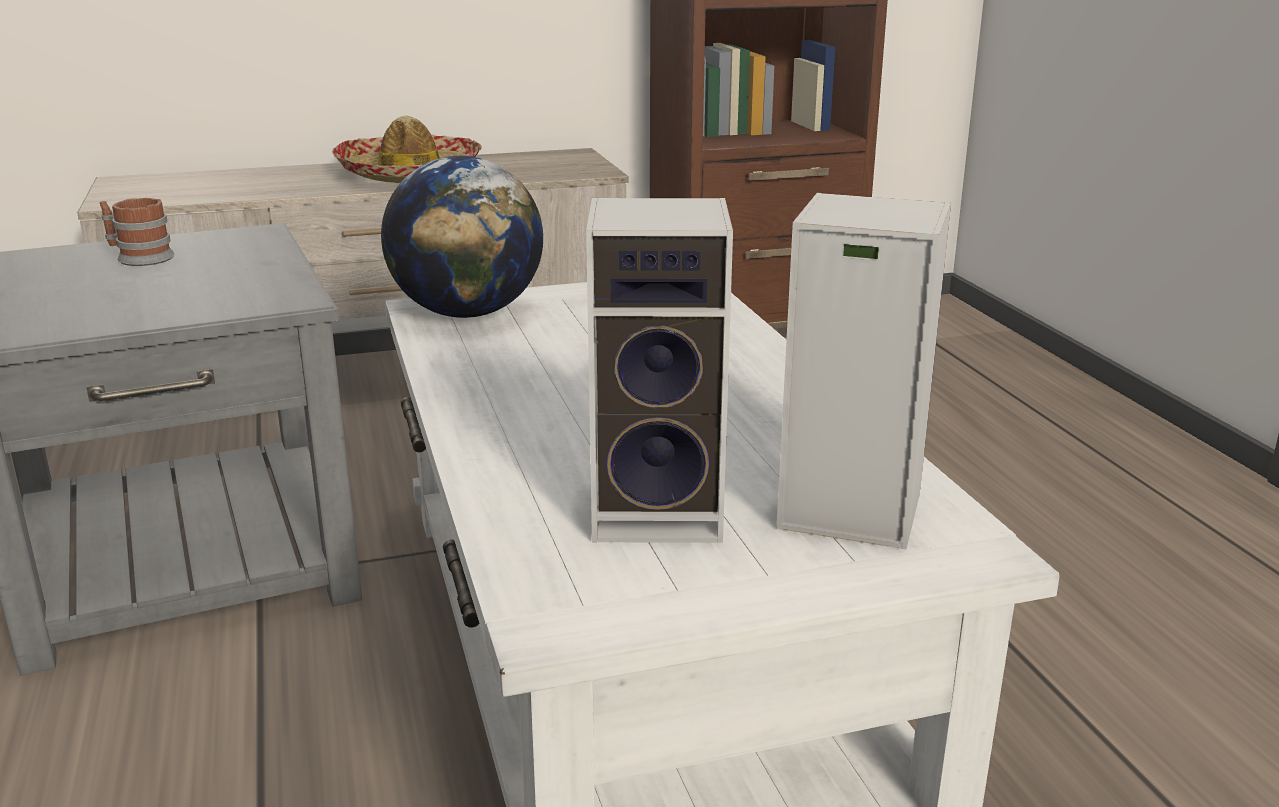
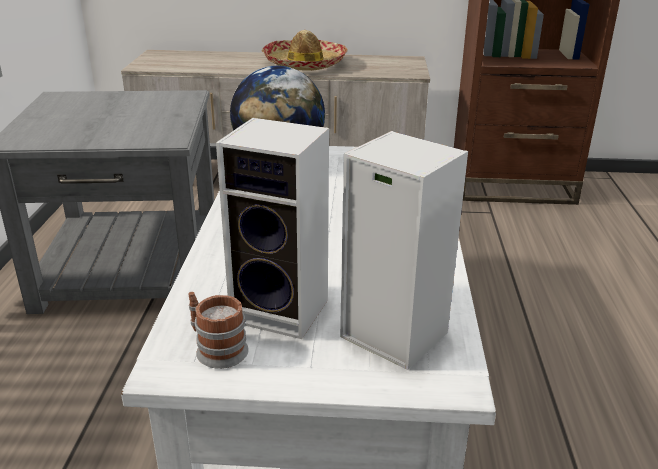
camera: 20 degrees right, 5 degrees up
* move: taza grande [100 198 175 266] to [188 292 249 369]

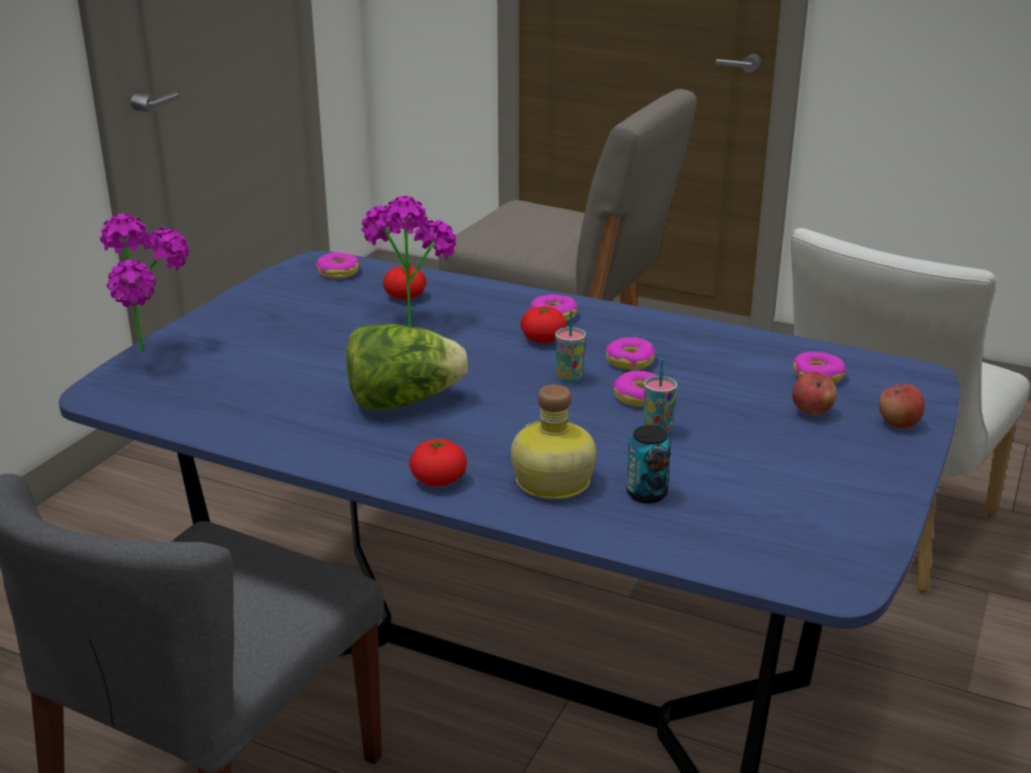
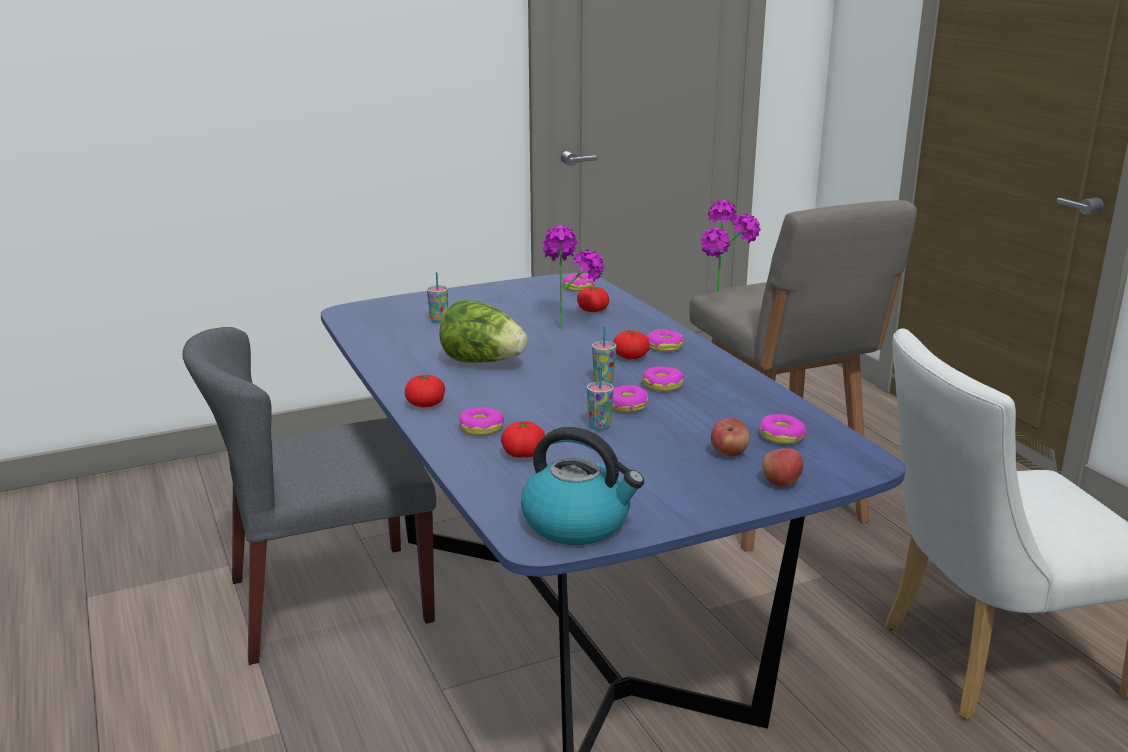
camera: 40 degrees right, 5 degrees down
* insert: taza [427 272 448 324]
* replace: botella [511 385 597 500] to rosquilla [459 407 504 436]
* replace: lata [627 425 671 503] to tomate [501 421 545 458]
* insert: hervidor [521 427 644 545]
* move: planta en maceta [100 213 189 352] to [701 200 760 292]

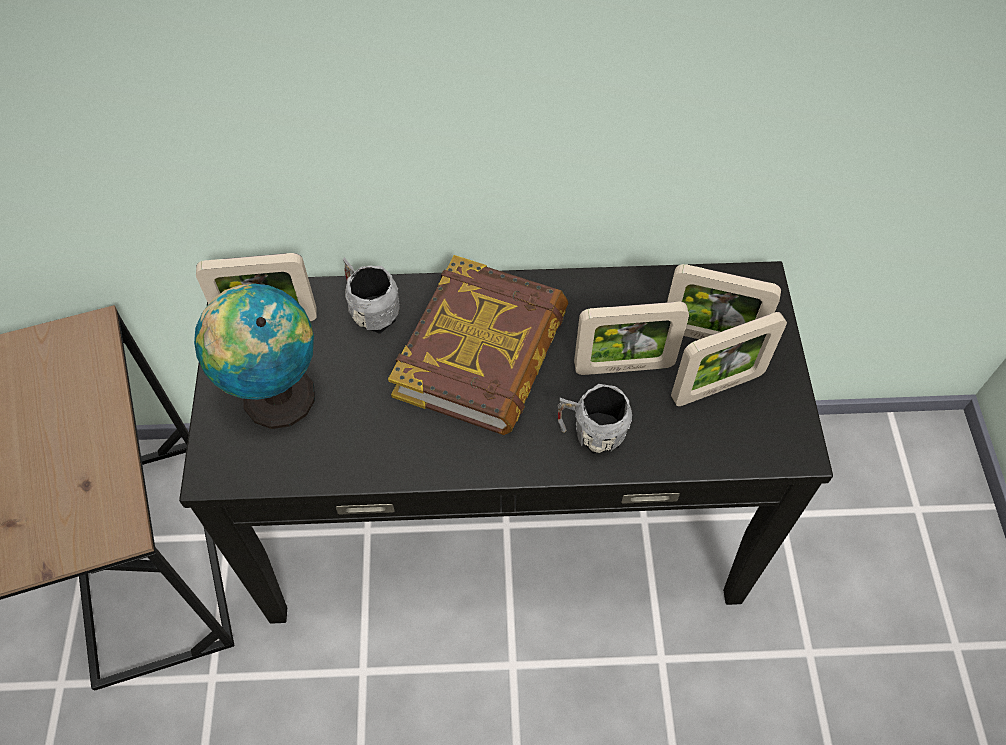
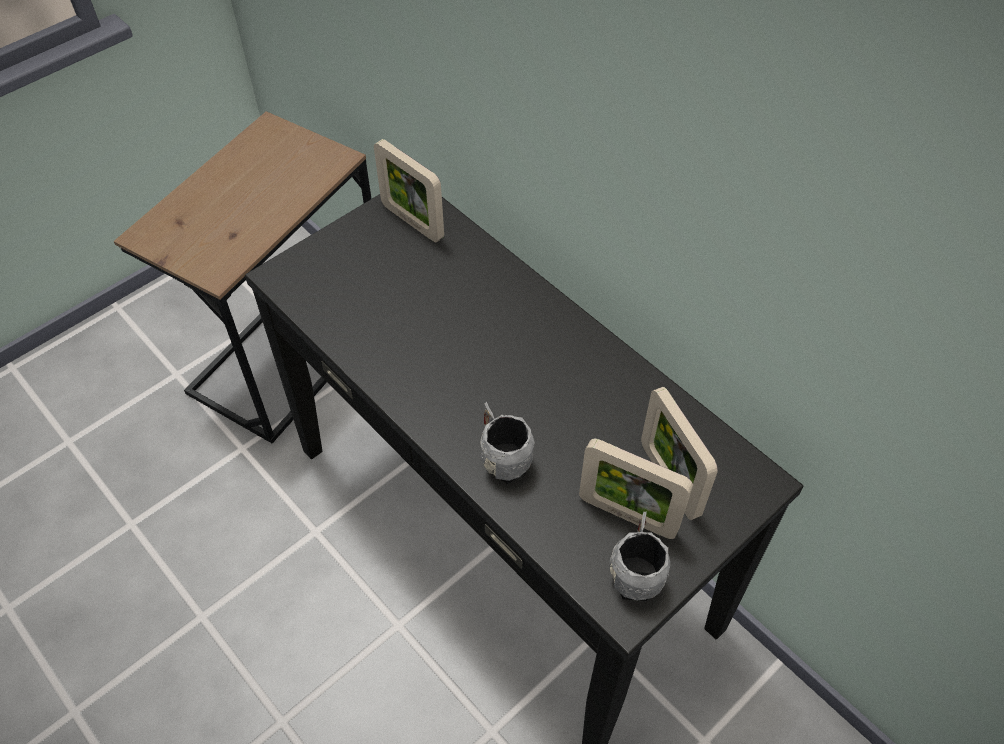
camera: 50 degrees right, 5 degrees down
* move: taza grande [gris] [343 257 400 334] to [608 512 670 601]
* delete: globo terráqueo [194 283 315 429]
* delete: libro [388 255 568 435]
* delete: portarretratos [574 302 689 375]

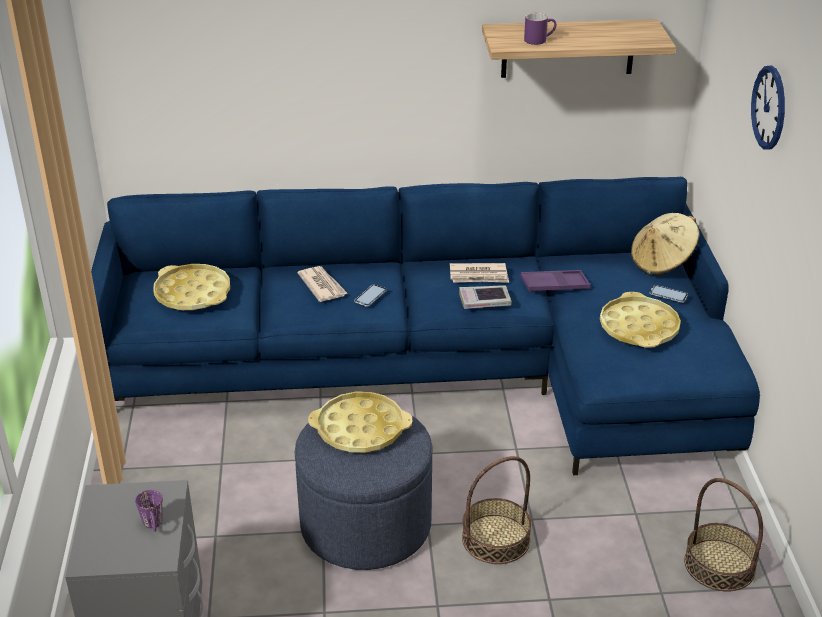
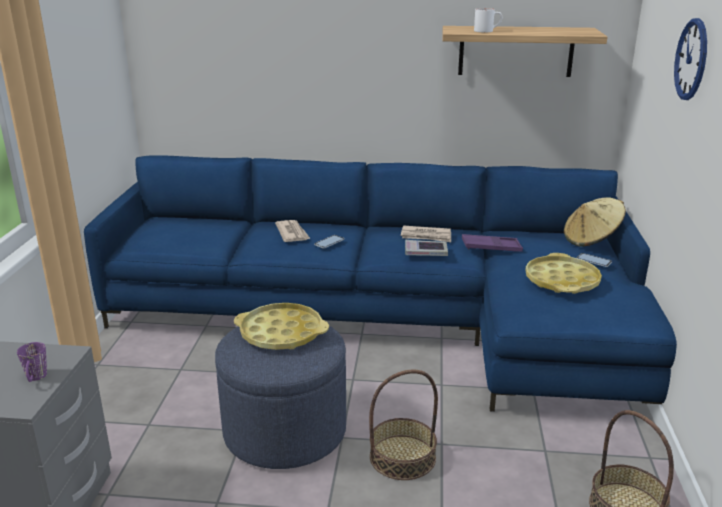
camera: 10 degrees right, 10 degrees down
* recolor: taza grande [morado] [524 13 556 45] to taza grande [blanco] [474 8 502 32]
* delete: bandeja [amarillo] [153 264 230 311]

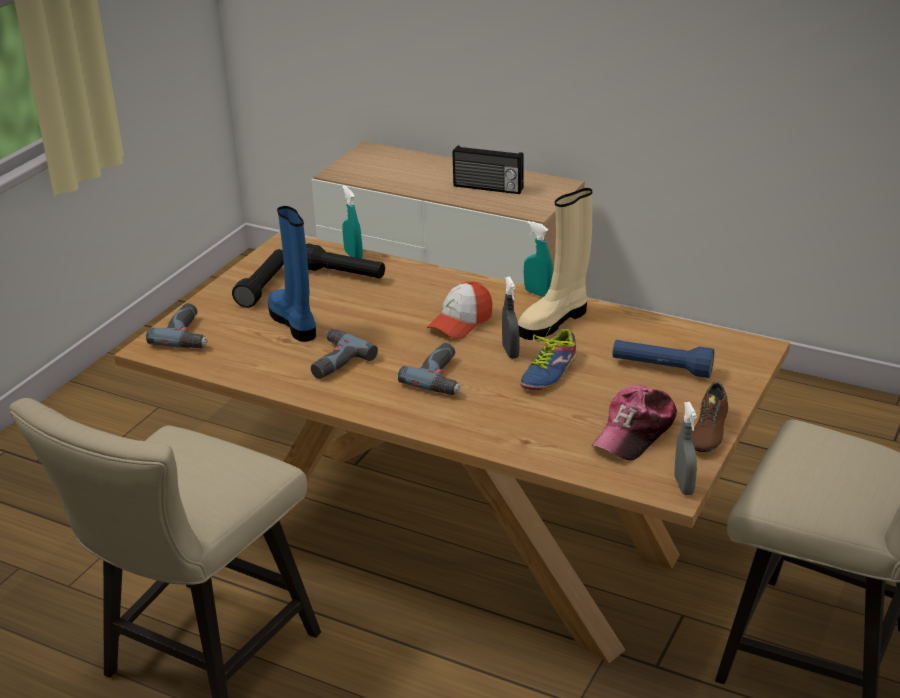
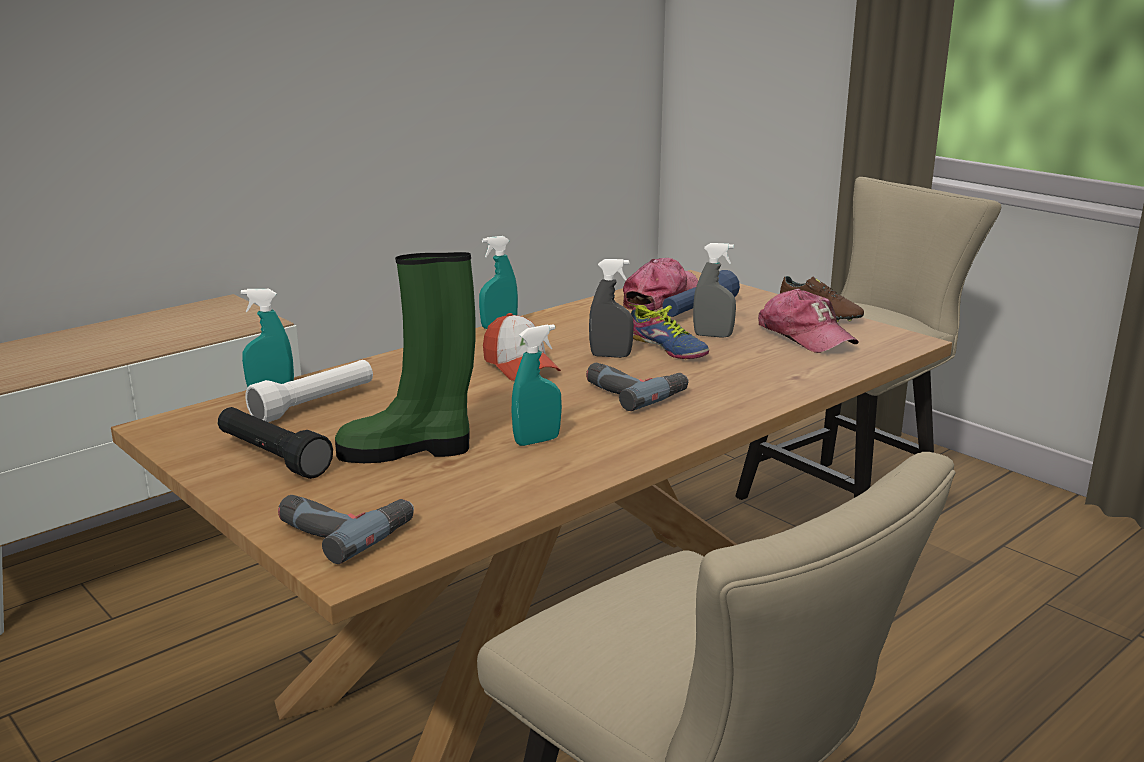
camera: 70 degrees left, 10 degrees down
* recolor: linterna [negro] [306 243 385 279] to linterna [blanco] [246 360 373 422]
* recolor: bota [azul] [268 206 316 342] to bota [verde] [335 252 475 463]
* replace: taladro [311 328 378 379] to pulverizador [turquesa] [512 324 562 446]
* insert: gorra [623 258 698 311]
* move: pulverizador [gris] [675 402 697 495] to [693 243 736 338]
* delete: radio [453 145 524 194]
* delete: bota [beis] [518 188 592 340]

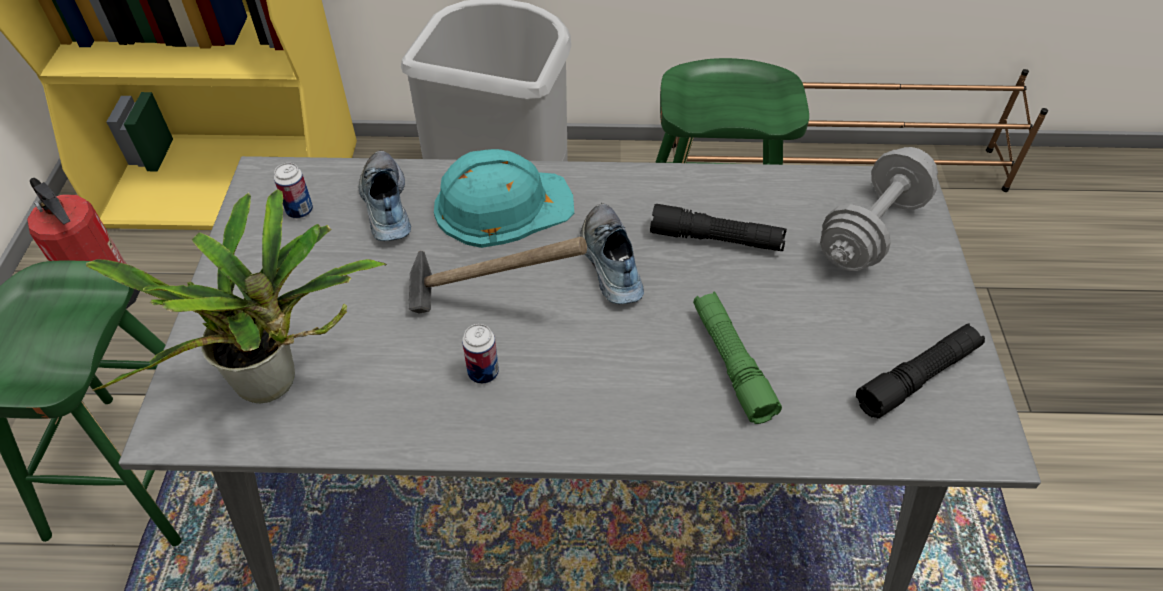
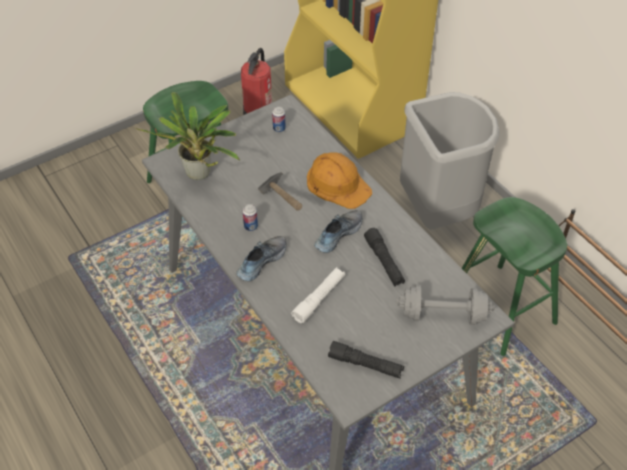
camera: 55 degrees right, 0 degrees up
* move: zapato [359 150 411 241] to [236 236 286 281]
* recolor: linterna [verde] [693 292 782 424] to linterna [blanco] [291 267 345 323]
* recolor: casco [turquesa] [434 149 574 248] to casco [naranja] [307 152 372 209]

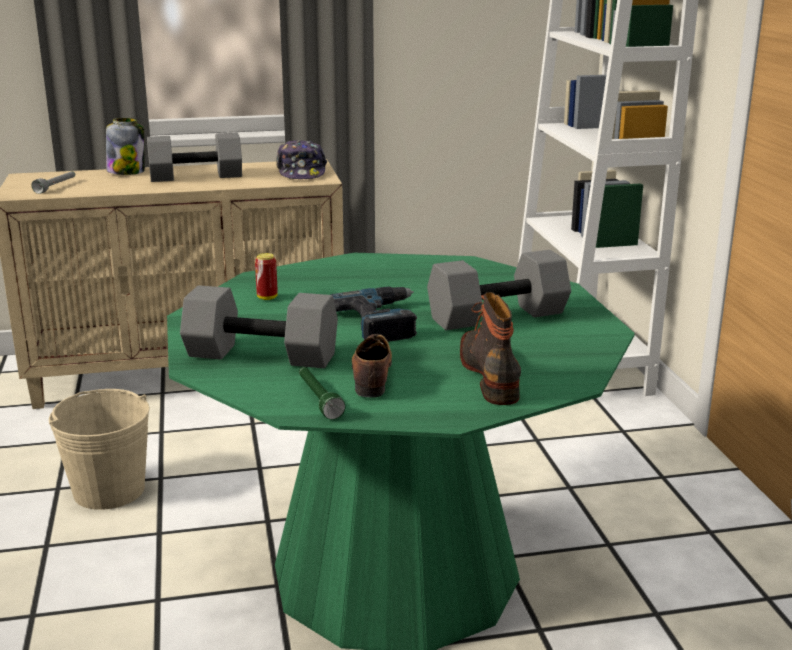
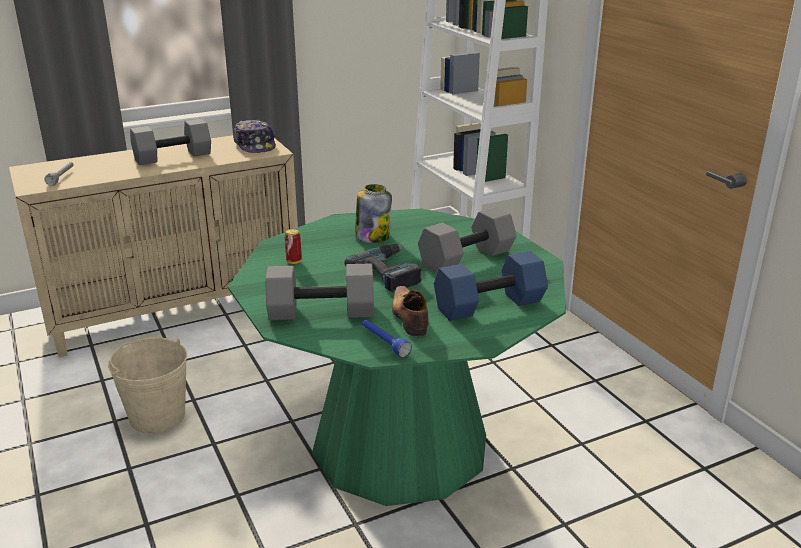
camera: 15 degrees left, 5 degrees up
* move: tarro [106 118 145 175] to [355 184 392 243]
* recolor: linterna [verde] [299 367 346 419] to linterna [azul] [362 319 412 357]
* replace: bota [460 292 521 405] to mancuerna [azul] [434 251 548 321]

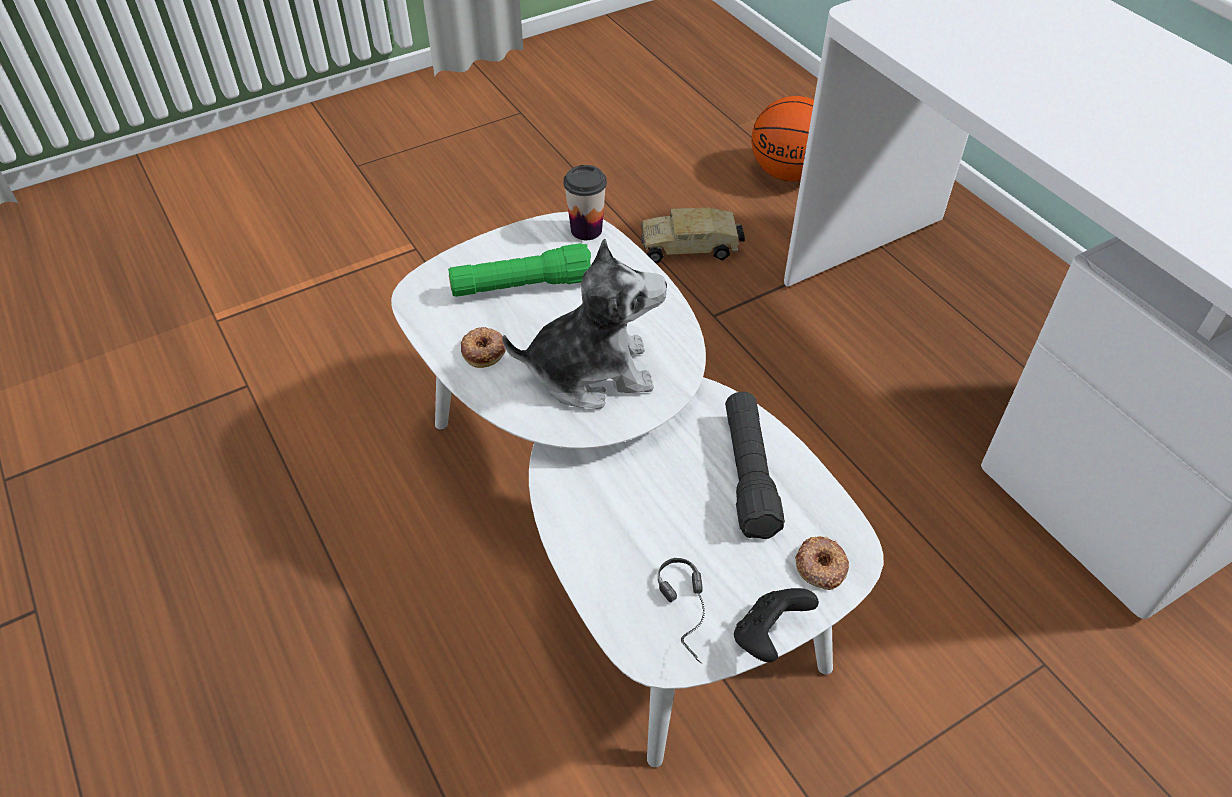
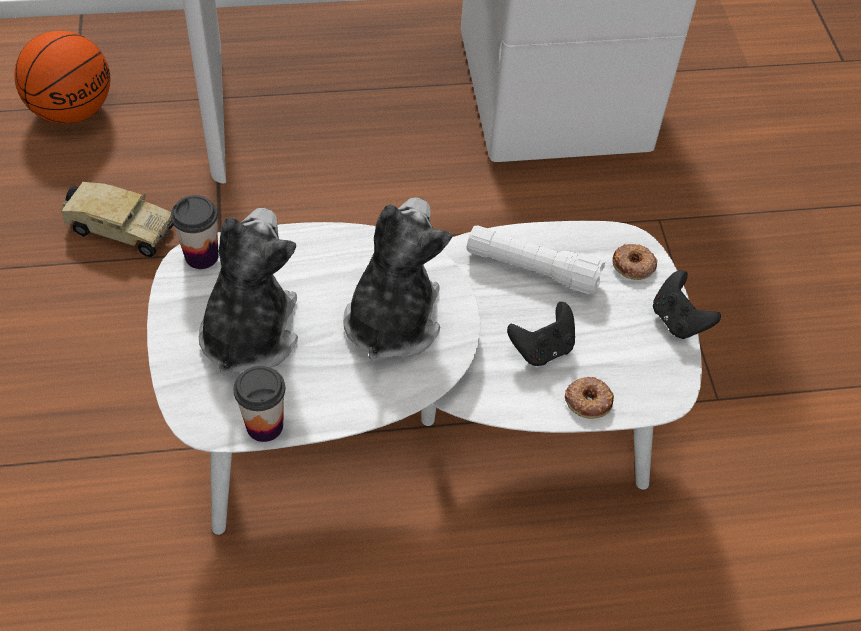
camera: 70 degrees left, 5 degrees up
* rotate: camión de juguete [641 207 745 263] = [61 182 173 257] 90 degrees counterclockwise
* replace: linterna [verde] [448 243 591 297] to peluche [199 208 298 376]
* insert: taza [234 366 285 442]
* recolor: linterna [negro] [725 392 785 539] to linterna [blanco] [467 225 605 295]
* insert: mando de consola [negro] [507 302 575 366]
* move: rosquilla [461 327 506 368] to [565 377 614 419]
* delete: auriculares [658 558 705 664]

